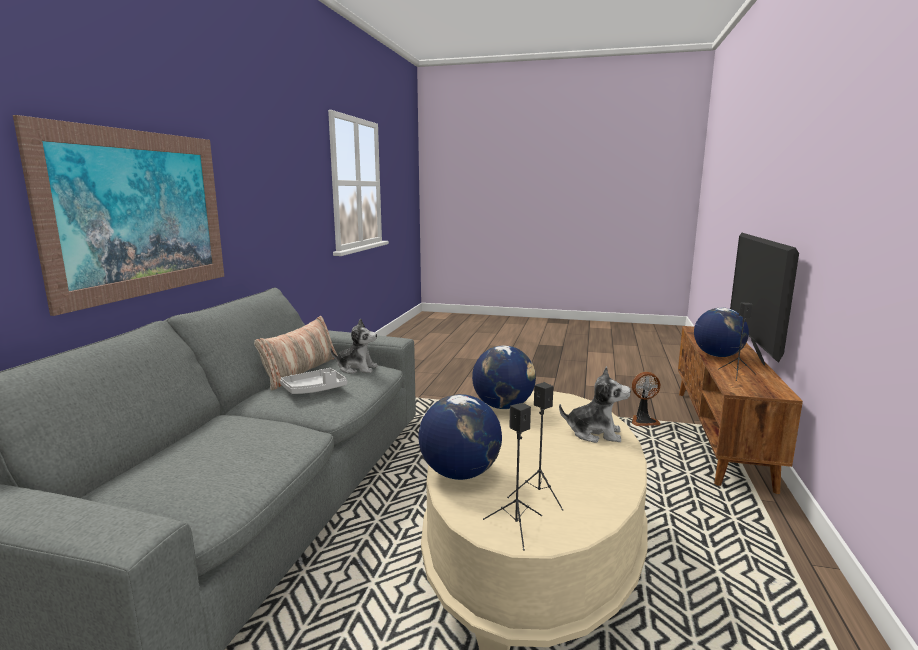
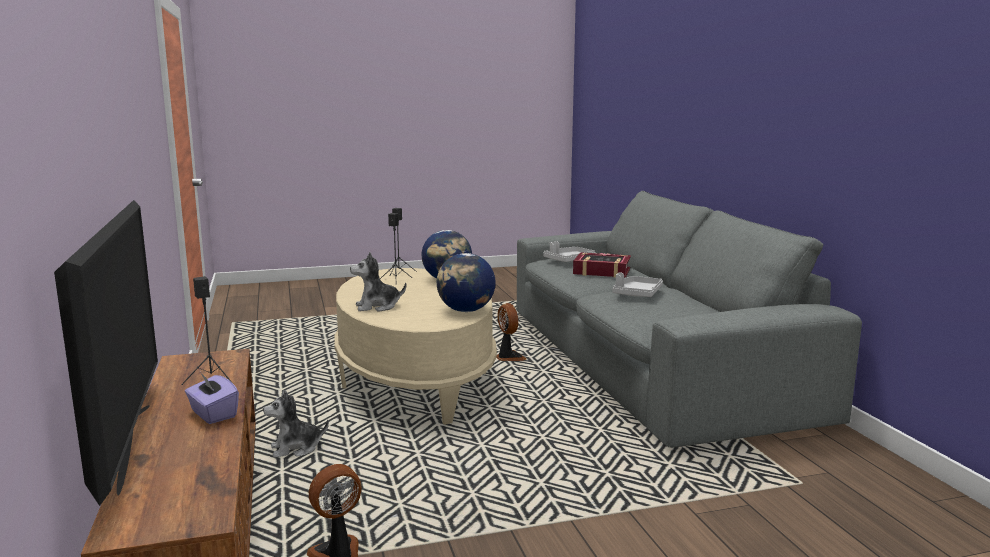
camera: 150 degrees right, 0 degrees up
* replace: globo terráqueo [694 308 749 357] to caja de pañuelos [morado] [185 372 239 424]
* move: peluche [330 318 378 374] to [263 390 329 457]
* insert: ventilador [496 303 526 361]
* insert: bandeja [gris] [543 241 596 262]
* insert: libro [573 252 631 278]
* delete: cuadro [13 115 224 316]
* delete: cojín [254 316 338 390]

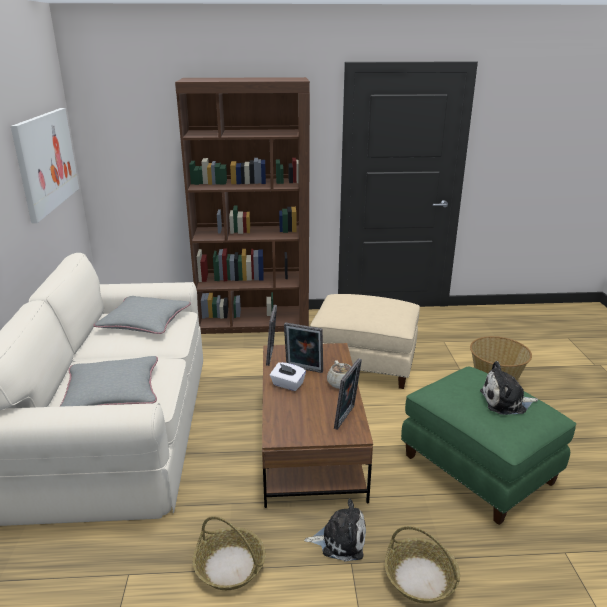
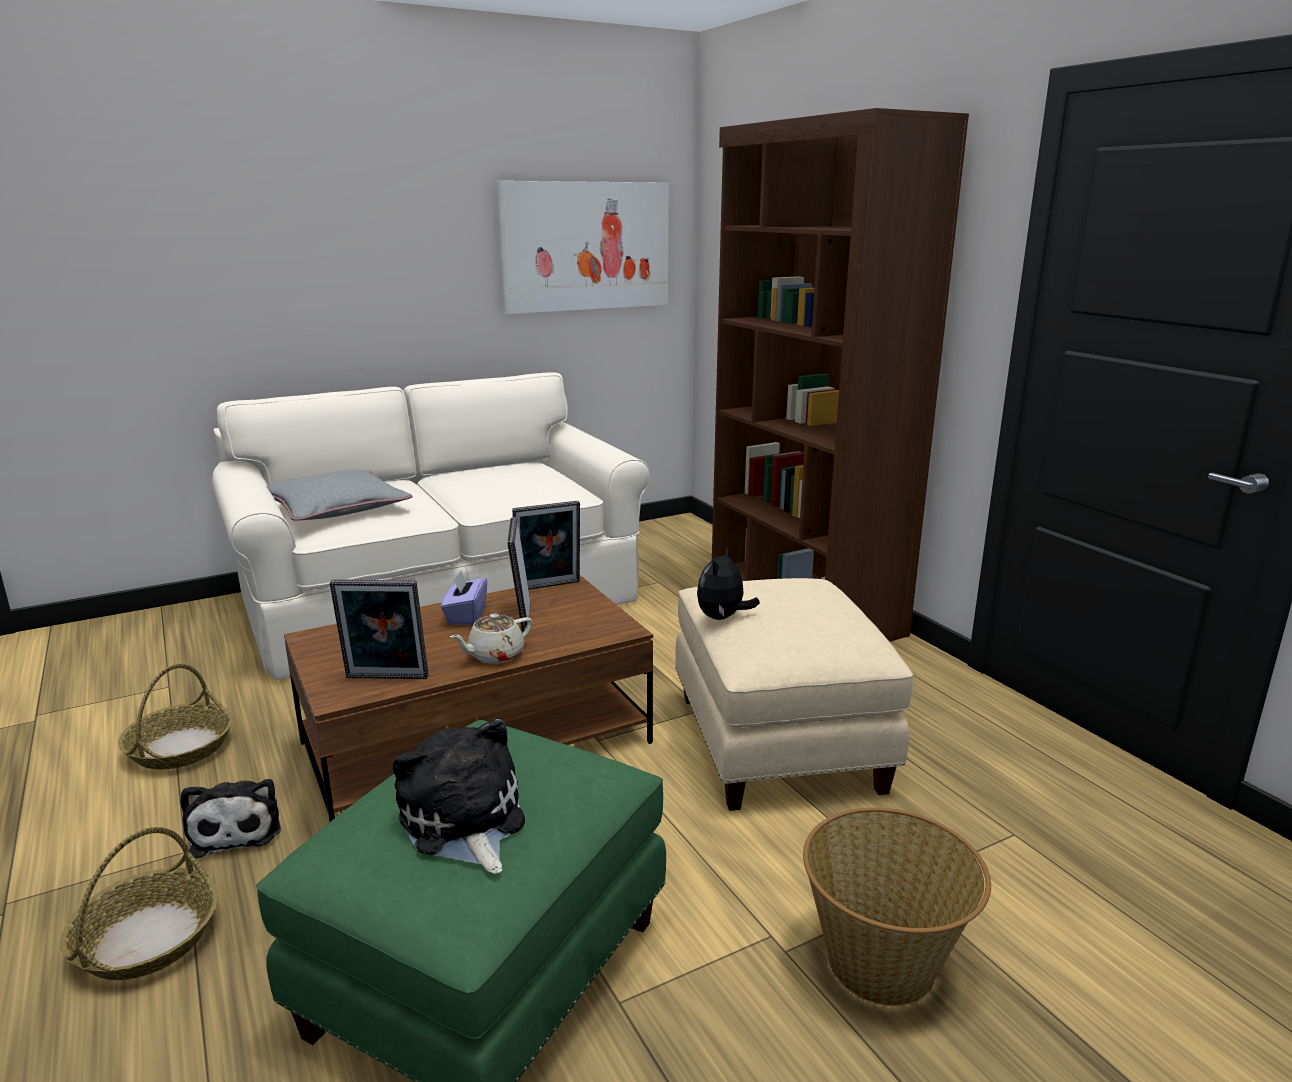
camera: 65 degrees right, 5 degrees down
* recolor: caja de pañuelos [blanco] [270 362 306 391] to caja de pañuelos [morado] [441 571 487 625]
* insert: peluche [697 547 760 620]
* delete: cojín [gris] [93 296 191 334]

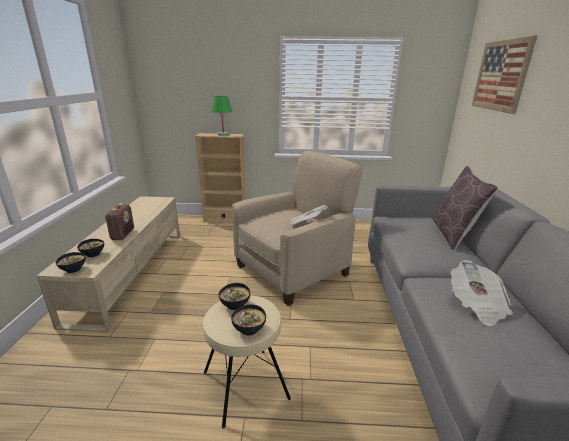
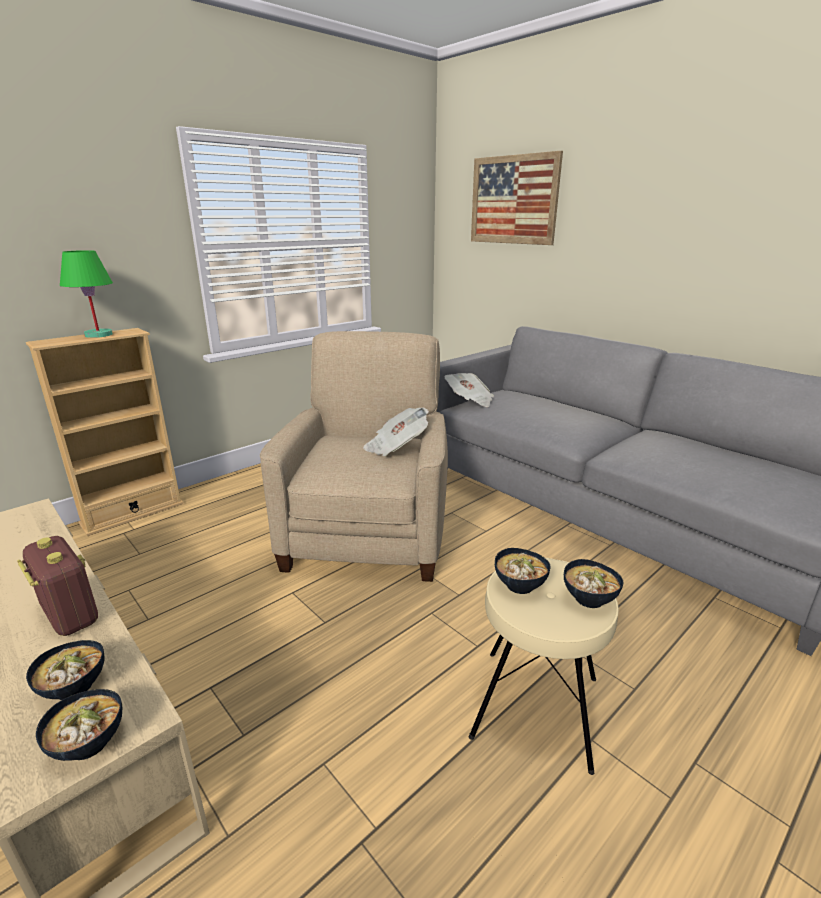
camera: 45 degrees left, 0 degrees up
* move: periódico [450 260 513 326] to [444 373 494 407]
* delete: cojín [marrón] [432 166 498 250]

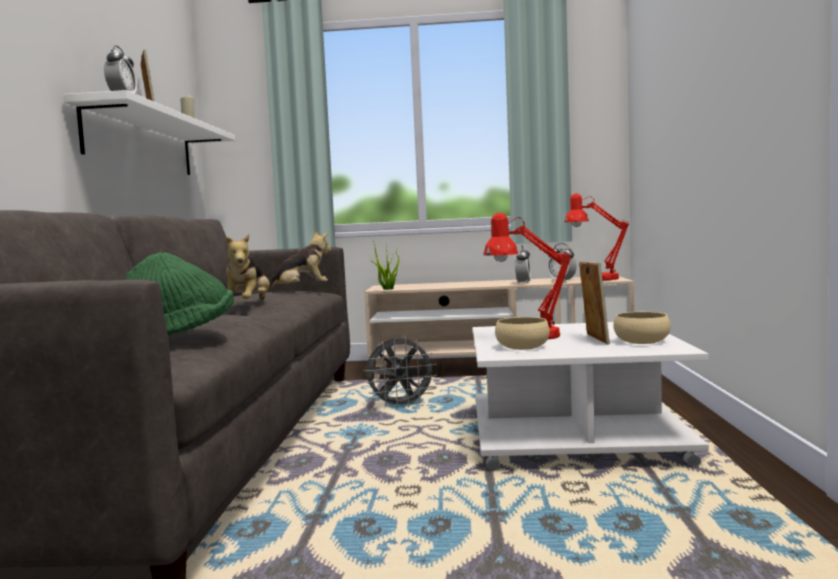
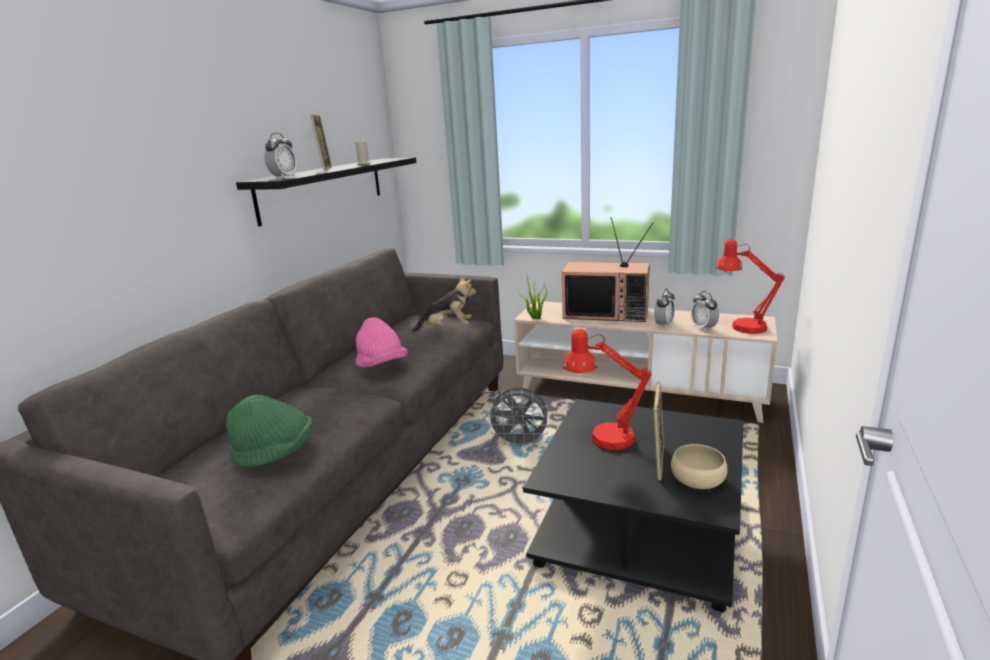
camera: 20 degrees right, 15 degrees up
* recolor: estante [blanco] [64 90 235 175] to estante [negro] [236 157 416 227]
* replace: peluche [226 234 270 300] to sombrero [rosa] [356 317 408 368]
* recolor: mesa de centro [blanco] [473 322 709 470] to mesa de centro [negro] [523 399 744 612]
* insert: televisor [562 217 653 322]
* delete: cuenco [beis] [495 317 550 350]

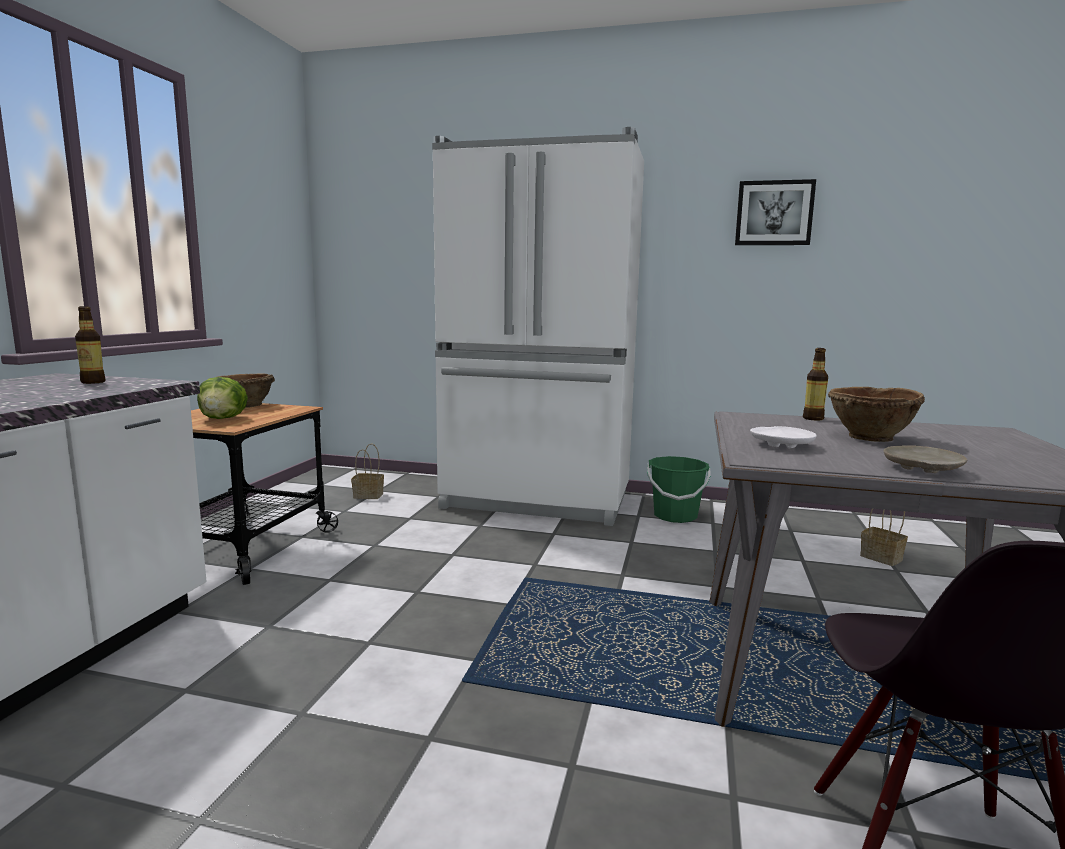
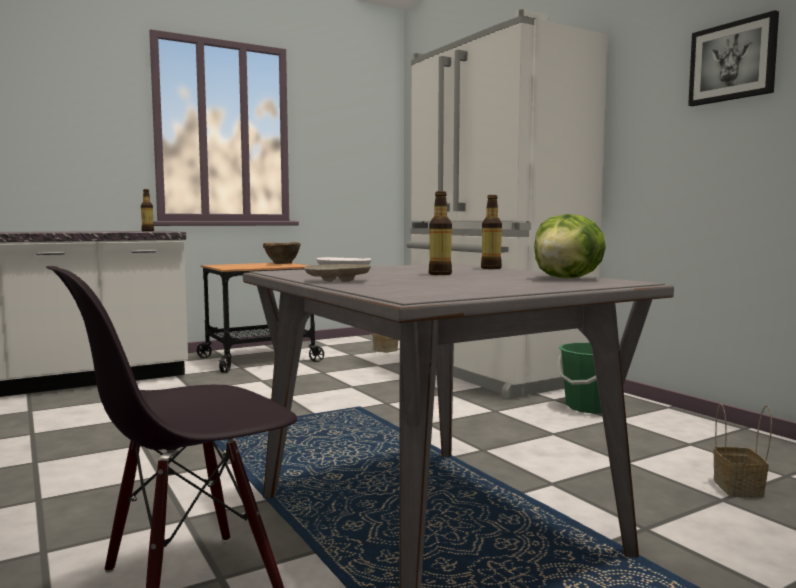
camera: 45 degrees right, 5 degrees down
* replace: cuenco [marrón] [828 387 925 442] to botella [429 191 452 275]
* move: lechuga [197 377 248 419] to [534 214 606 278]

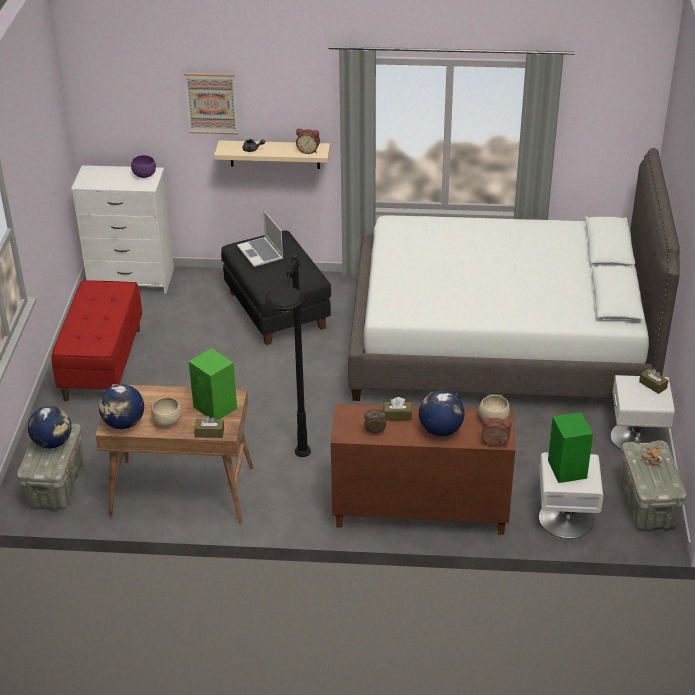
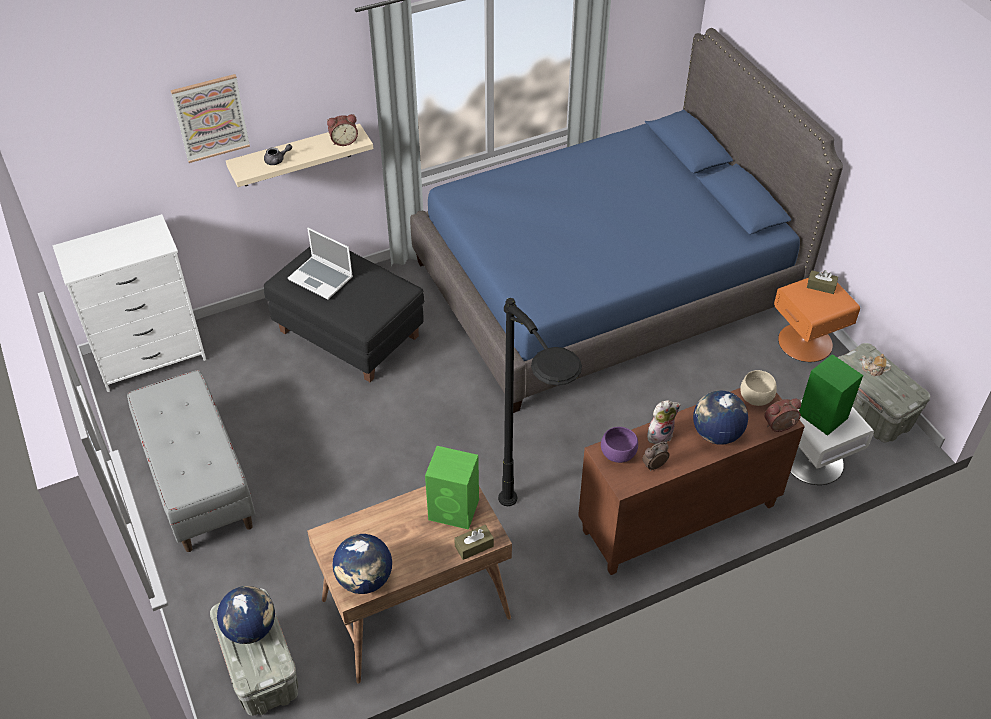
camera: 30 degrees left, 10 degrees up
* recolor: banco [rojo] [52 281 142 401] to banco [gris] [127 370 255 552]
* recolor: cama [blanco] [348 148 680 401] to cama [azul] [410 28 843 413]
* move: cuenco [morado] [131 155 156 178] to [601 427 638 463]
* replace: caja de pañuelos [marrón] [384 397 412 420] to peluche [647 400 681 444]
* recolor: mesita de noche [blanco] [611 375 674 450] to mesita de noche [naranja] [774 272 860 362]
* delete: cuenco [beis] [151 397 182 426]

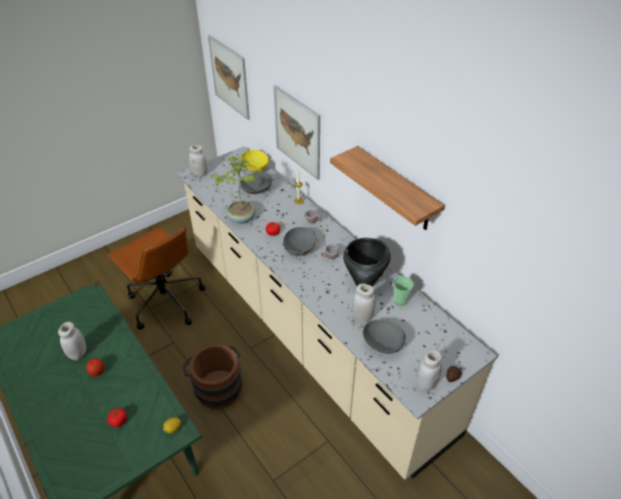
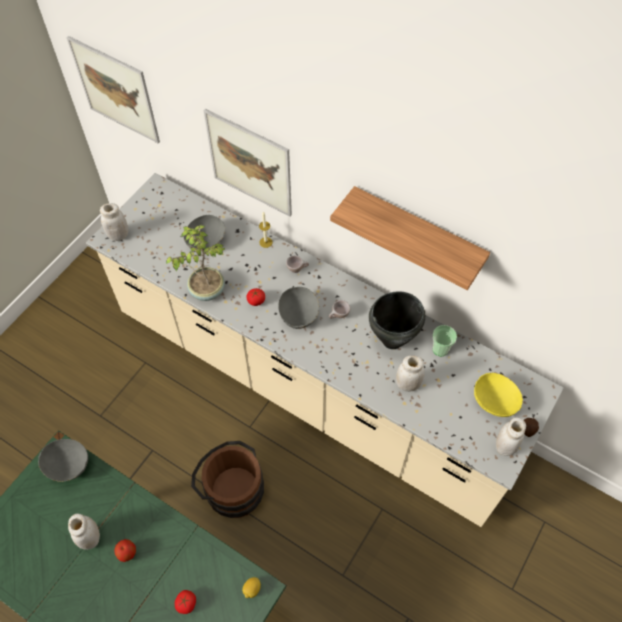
camera: 20 degrees left, 15 degrees up
* move: cuenco [gris] [363 320 406 354] to [38 439 88 482]
* move: cuenco [amarillo] [241 150 269 172] to [474 373 523 417]
* delete: silla de oficina [marrón] [107 227 205 329]

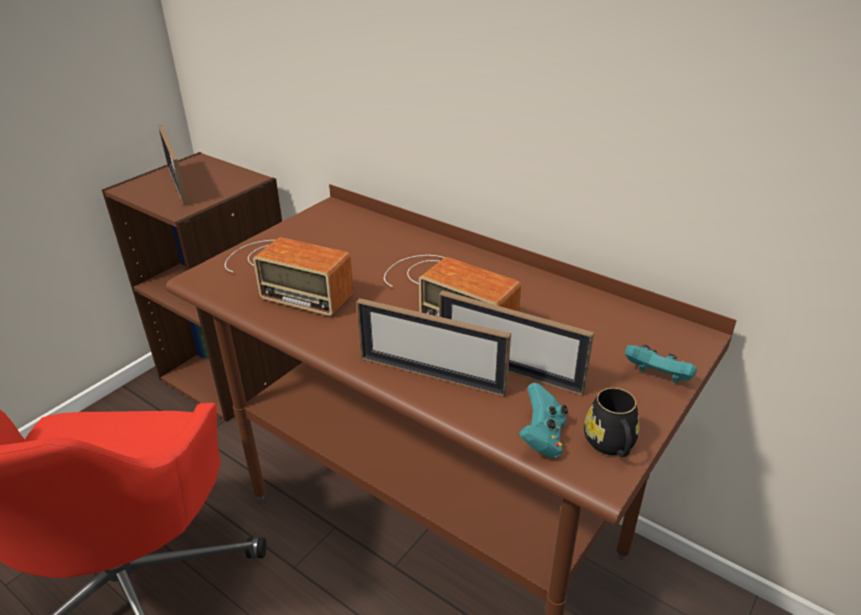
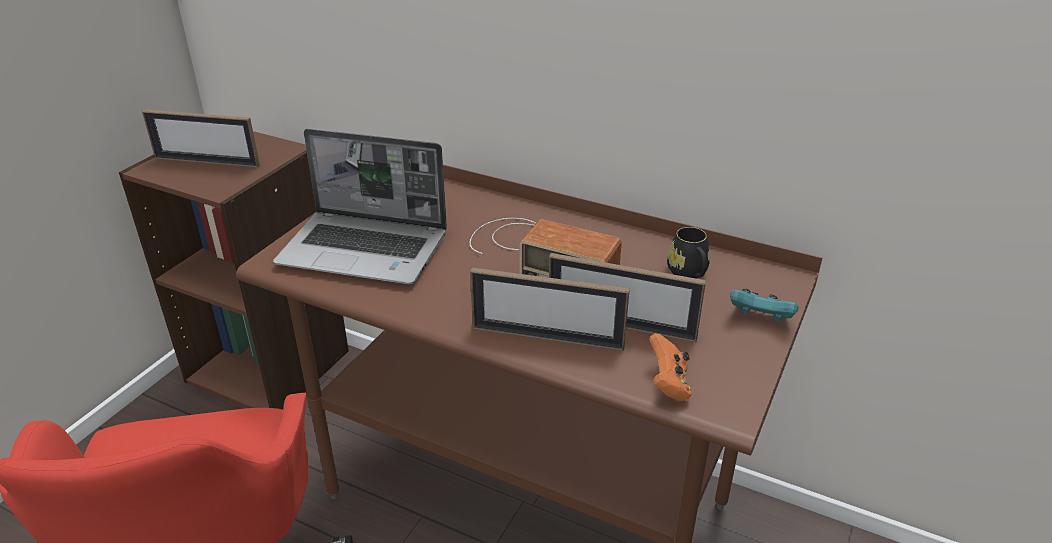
camera: 10 degrees left, 0 degrees up
* rotate: portarretratos [158 125 188 206] = [142 109 260 168] 45 degrees counterclockwise
* replace: radio [225 237 353 316] to portátil [273 129 447 284]
* recolor: mando de consola [turquesa] [519 382 568 458] to mando de consola [naranja] [649 333 692 402]
* move: taza grande [negro] [584 388 639 457] to [667 227 710 279]

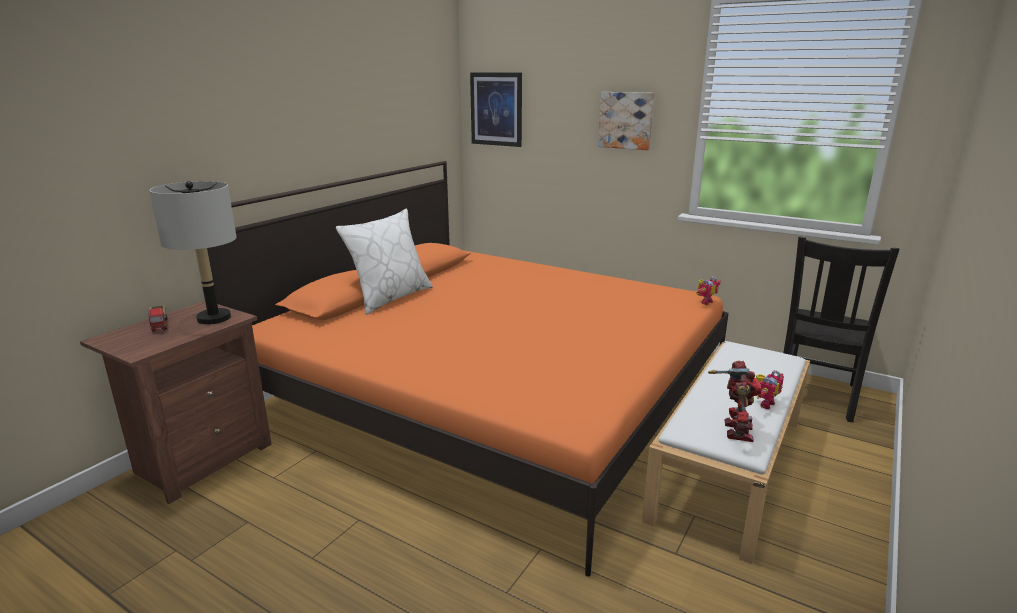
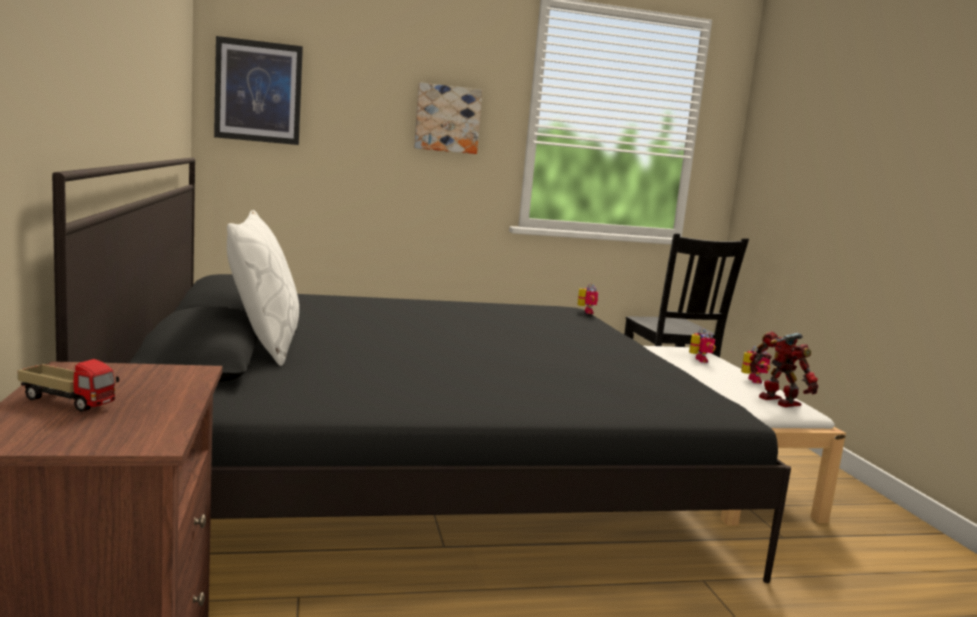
camera: 45 degrees left, 10 degrees down
* recolor: cama [naranja] [207 161 729 577] to cama [negro] [52 158 791 583]
* insert: robot de juguete [689 328 716 363]
* delete: lámpara de mesa [gris] [149 181 237 324]

